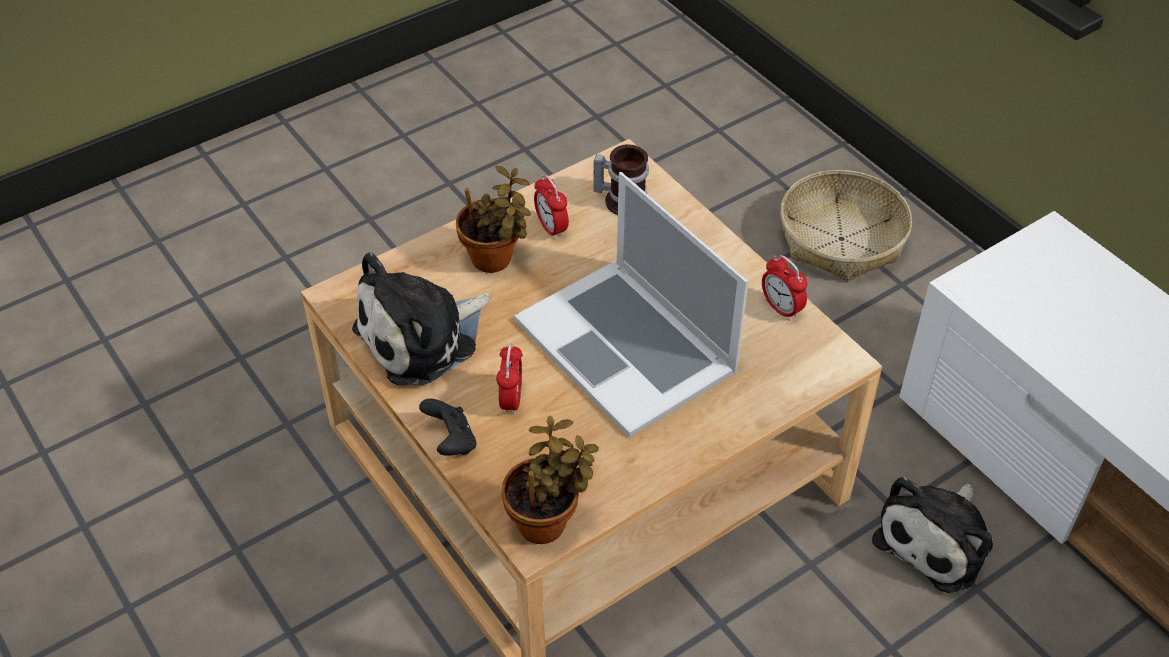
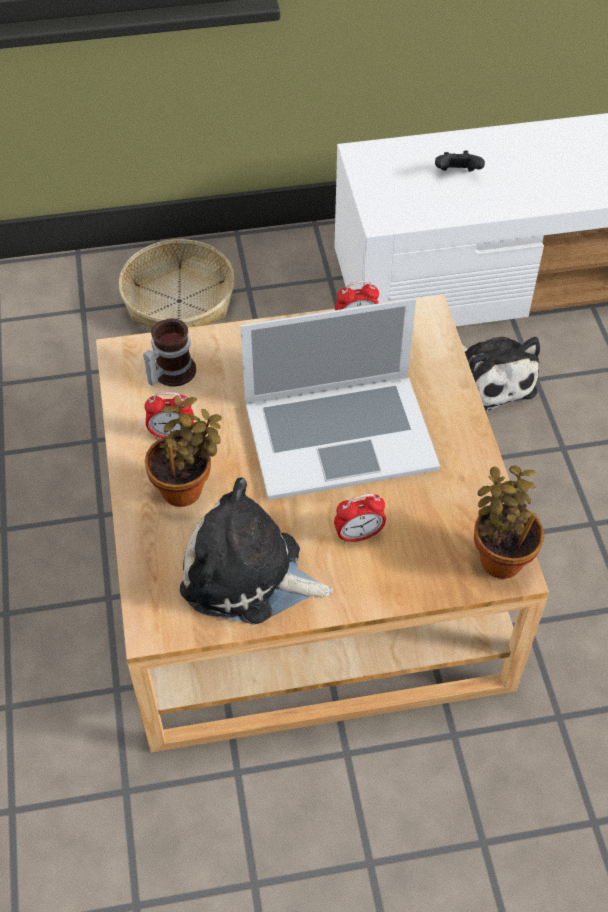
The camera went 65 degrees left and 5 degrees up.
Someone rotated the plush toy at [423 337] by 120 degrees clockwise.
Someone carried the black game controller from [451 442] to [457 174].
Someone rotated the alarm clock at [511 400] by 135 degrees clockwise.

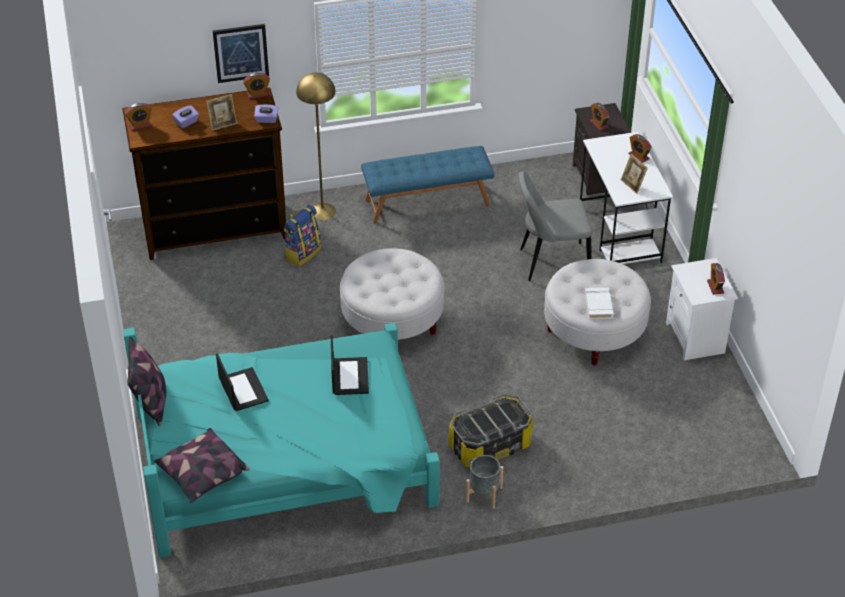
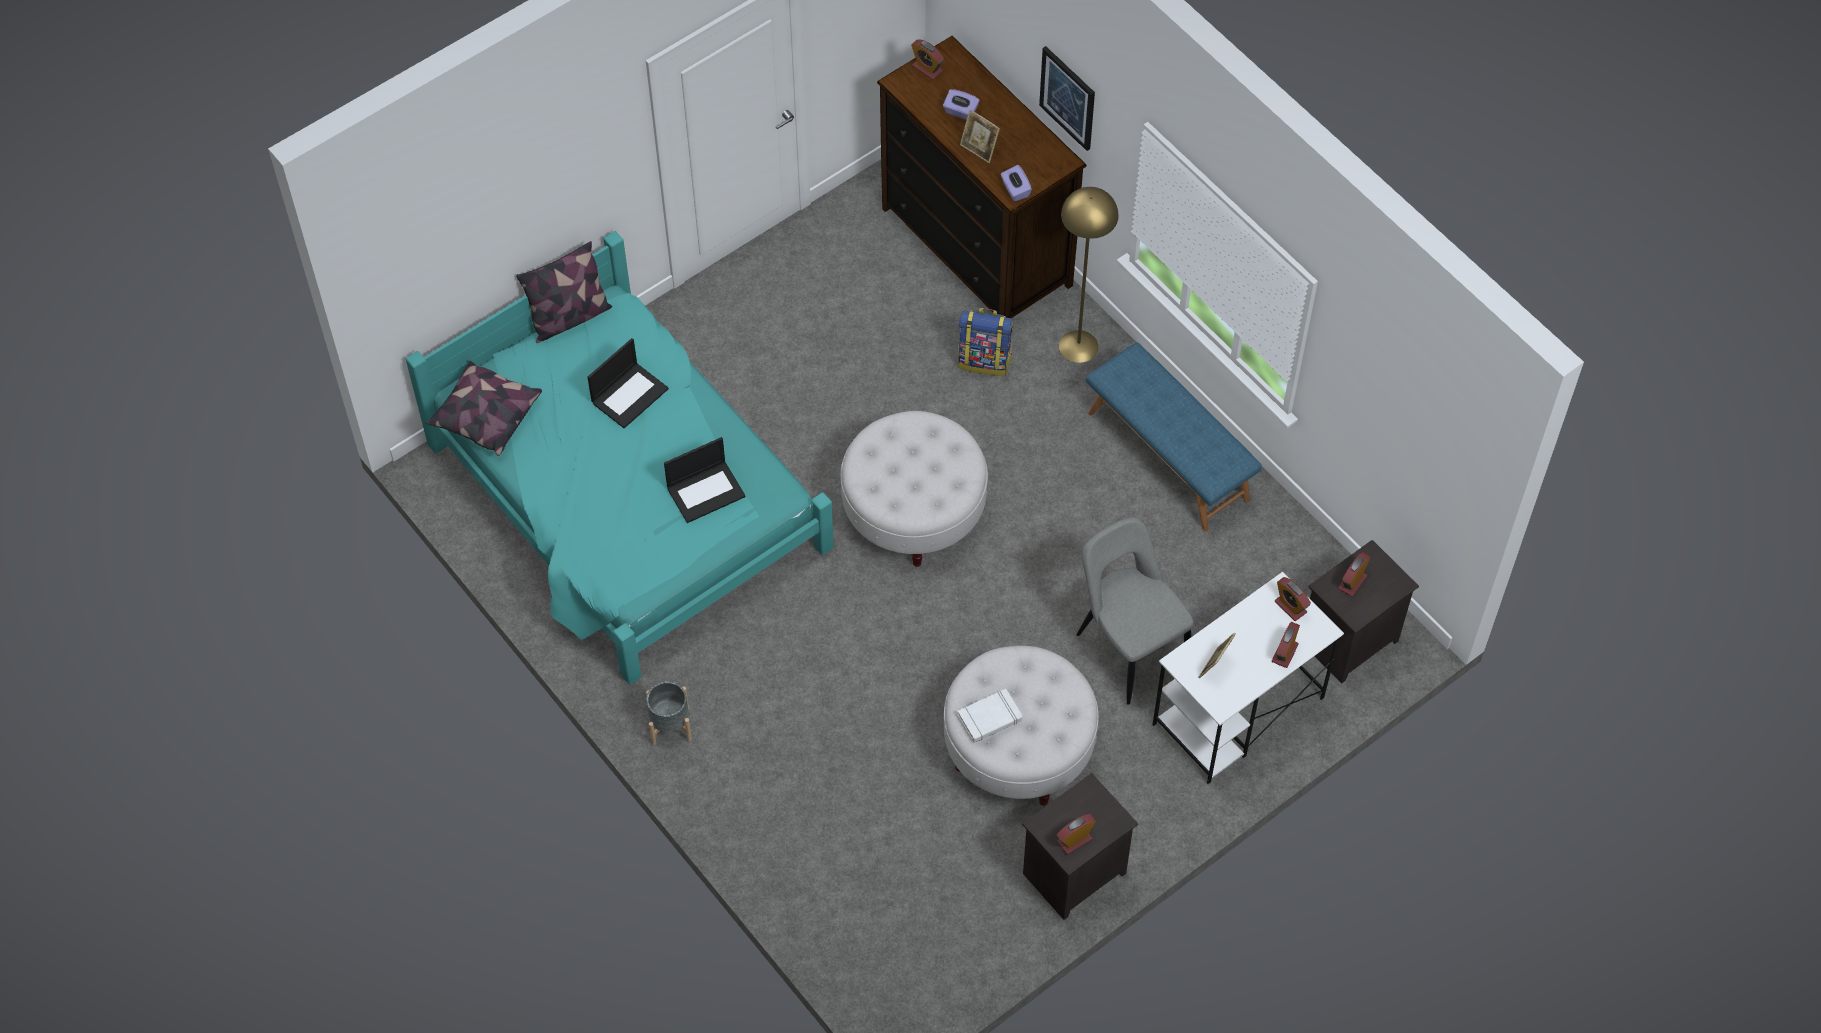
The camera went 65 degrees right and 15 degrees up.
Someone carried the alarm clock from [257 94] to [1290 607].
Someone took away the storage box at [490 446].
Someone repainted the white nightstand at [696 338], which became the black nightstand at [1074 875].

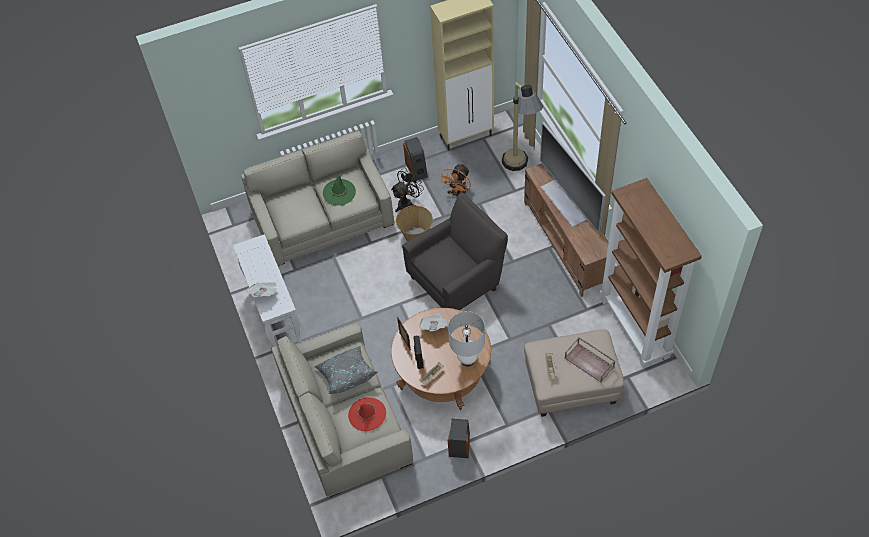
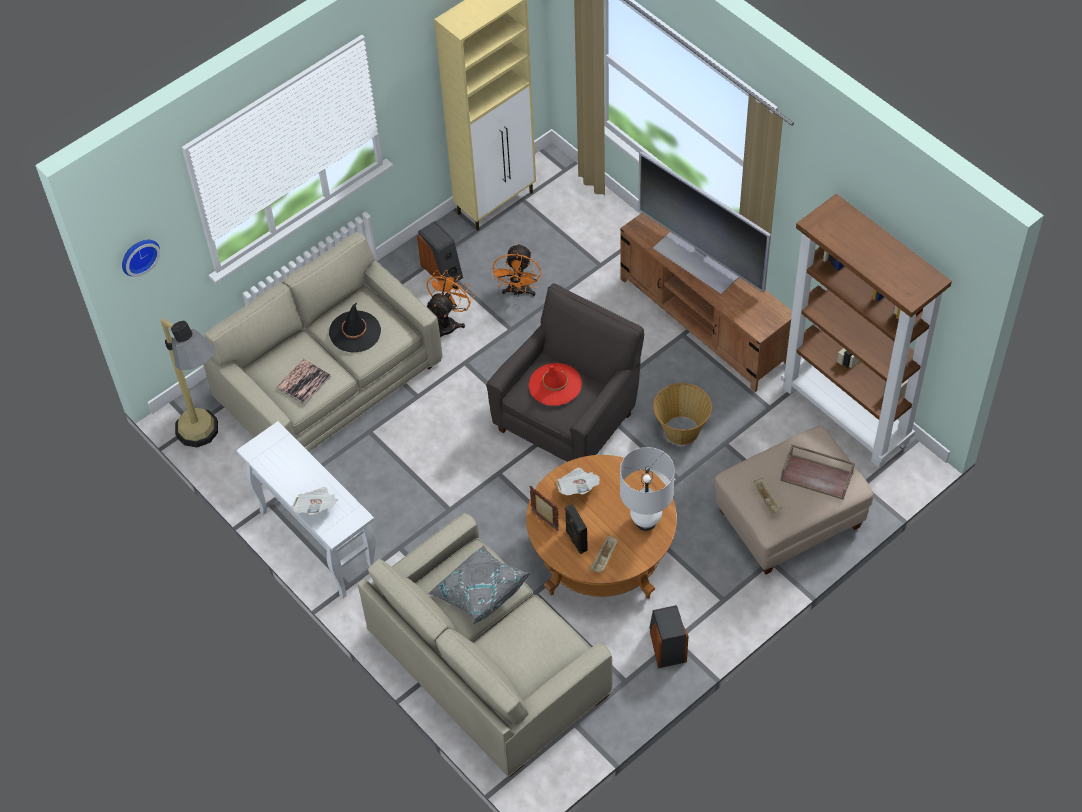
The camera went 20 degrees left and 0 degrees up.
Someone repainted the green hat at [339 192], which became the black hat at [355 332].
Someone carried the red hat from [367 414] to [555 385].
Someone repainted the black fan at [407 202], which became the orange fan at [448 323].
Someone carried the basket from [415 235] to [681 430].
Someone carried the floor lamp from [520 169] to [209 441].
Someone put up the wall clock at [138 255].
Someone put down the book at [304 382].

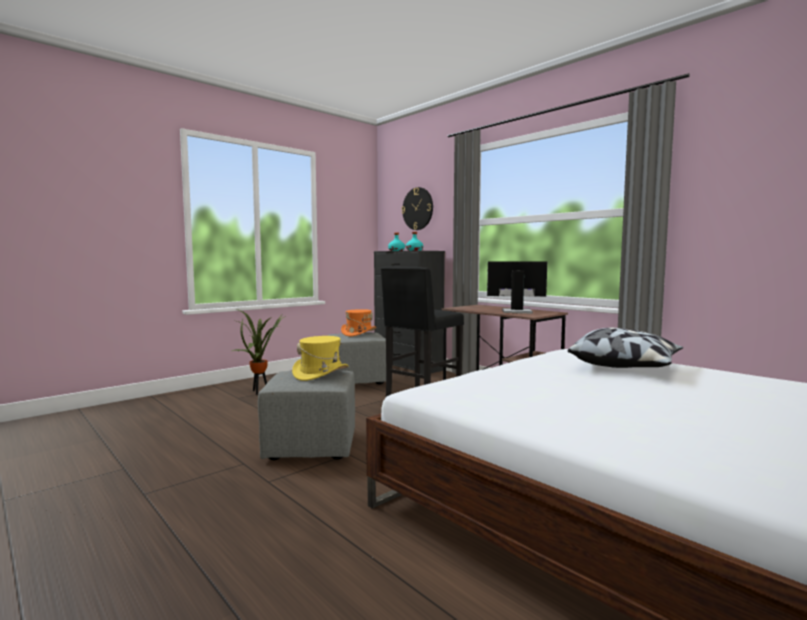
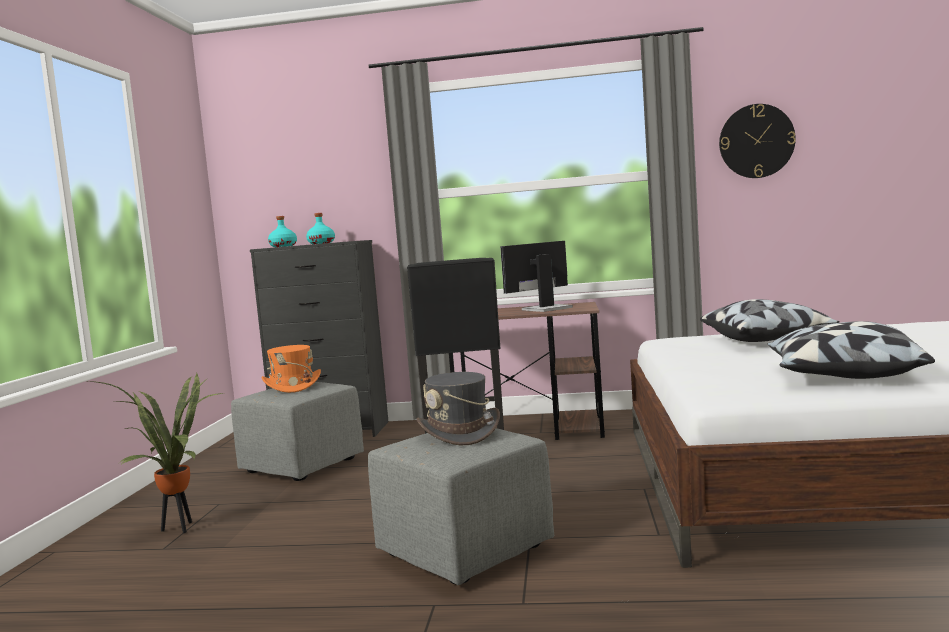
The camera went 40 degrees left and 0 degrees up.
Someone repainted the yellow hat at [321 374], which became the grey hat at [459 433].
Someone carried the wall clock from [418 208] to [756 141].
Someone put down the pillow at [842 376].

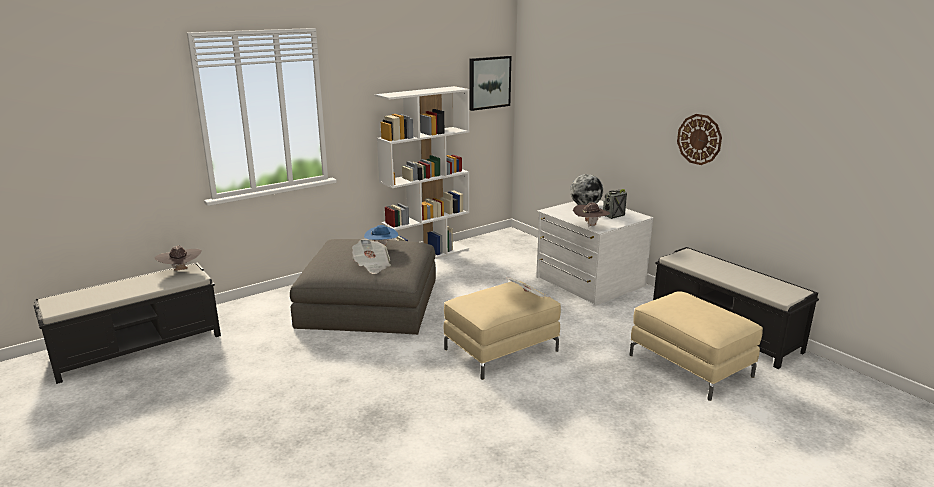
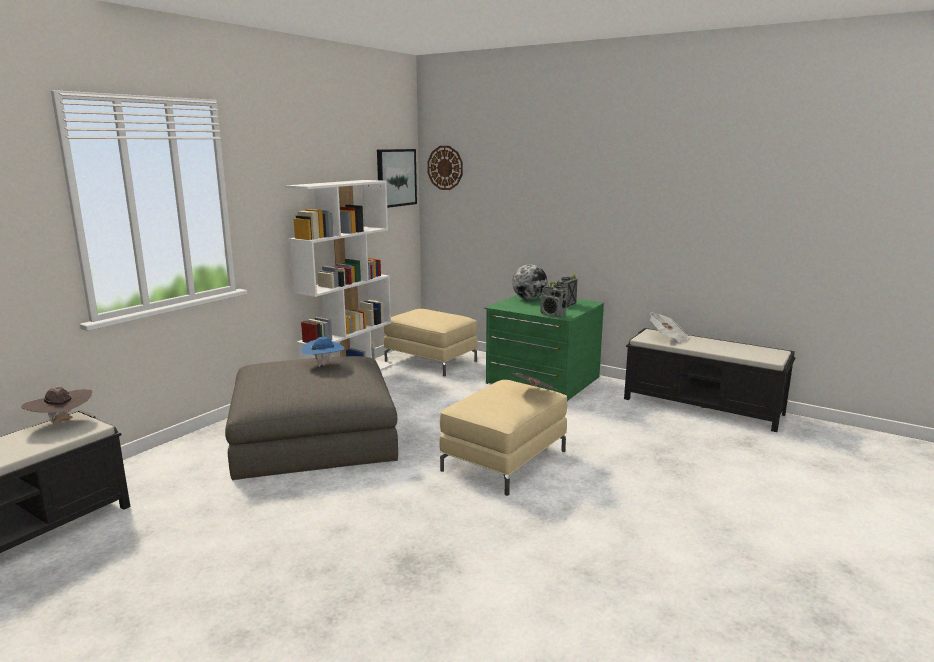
The camera went 20 degrees left and 5 degrees down.
Someone carried the newspaper from [372 266] to [668 338].
Someone repainted the white dresser at [589 282], which became the green dresser at [542 380].
Someone swapped the brown hat at [590 225] for the radio at [553 315].
Someone carried the beige ottoman from [690 366] to [430 361].
Someone carried the wall clock from [699 139] to [445 168].

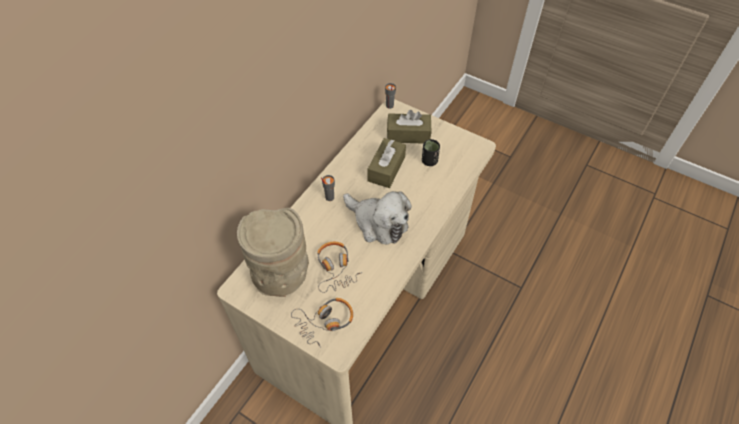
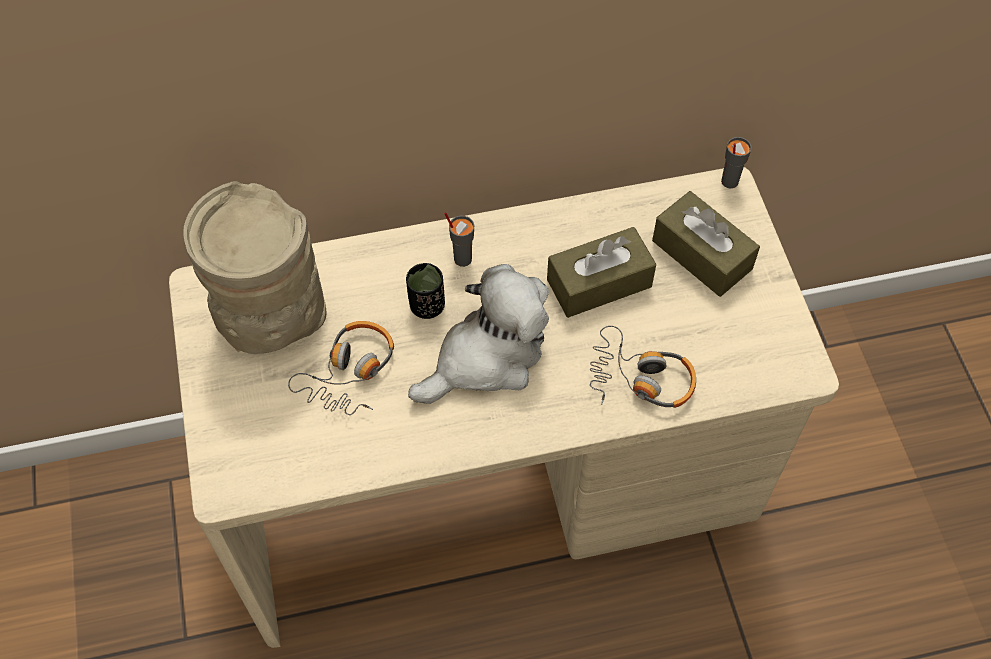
The camera went 45 degrees right and 5 degrees up.
Someone carried the headphones from [325 322] to [641 378].
Someone rotated the plush toy at [378 223] by 120 degrees counterclockwise.
Someone carried the black cup from [429 161] to [427 306].

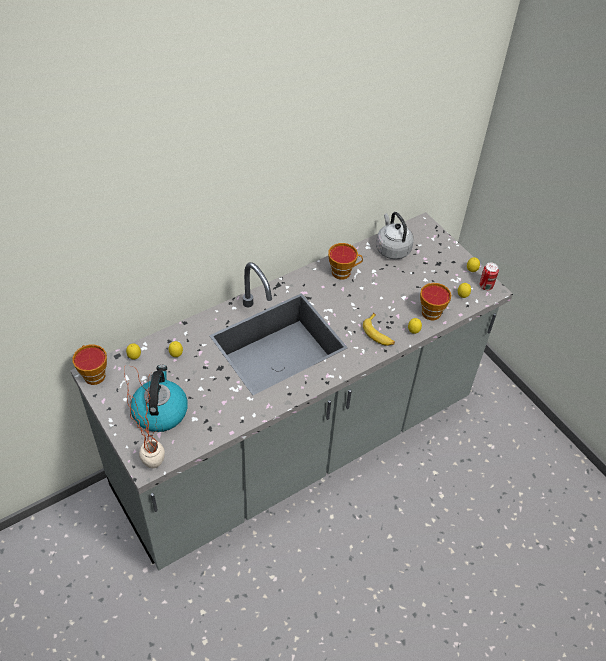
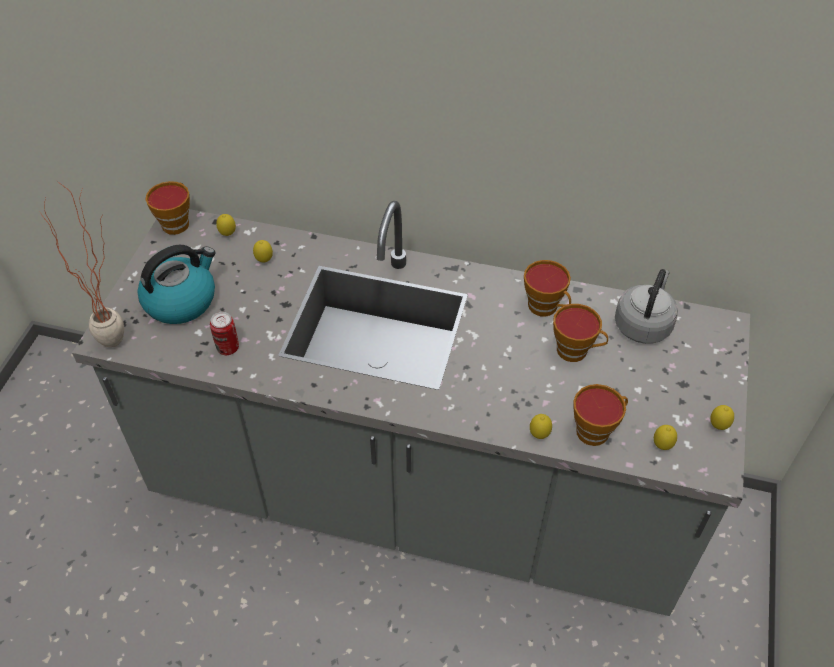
The camera went 50 degrees right and 0 degrees up.
Someone took away the banana at [378 334].
Someone carried the can from [486 286] to [228 348].
Someone put down the cup at [576 351].

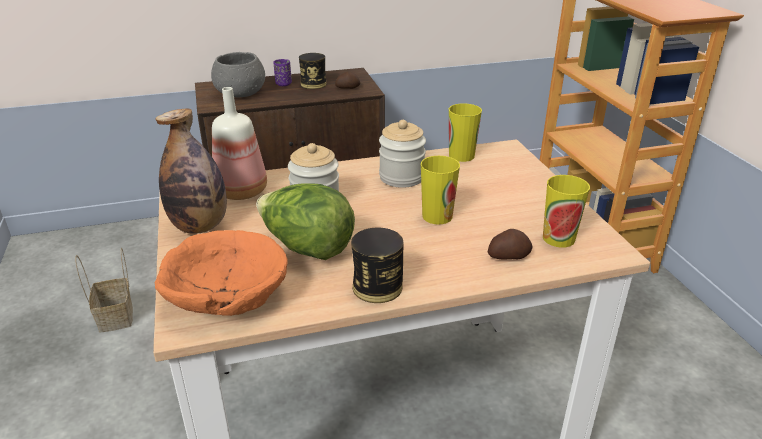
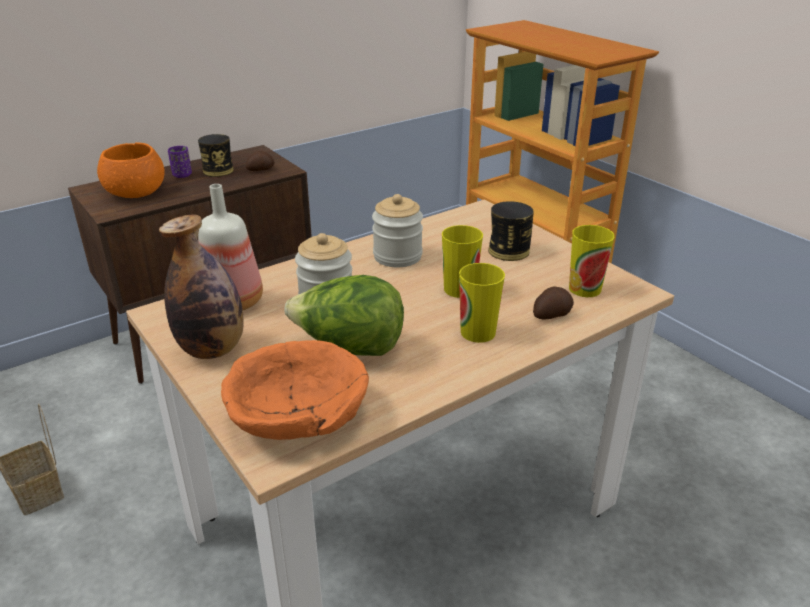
The camera went 20 degrees left and 0 degrees up.
Someone repainted the grey bowl at [241 92], which became the orange bowl at [136 192].
Someone carried the can from [377 287] to [508 251].
Someone carried the cup from [461 156] to [478 332].

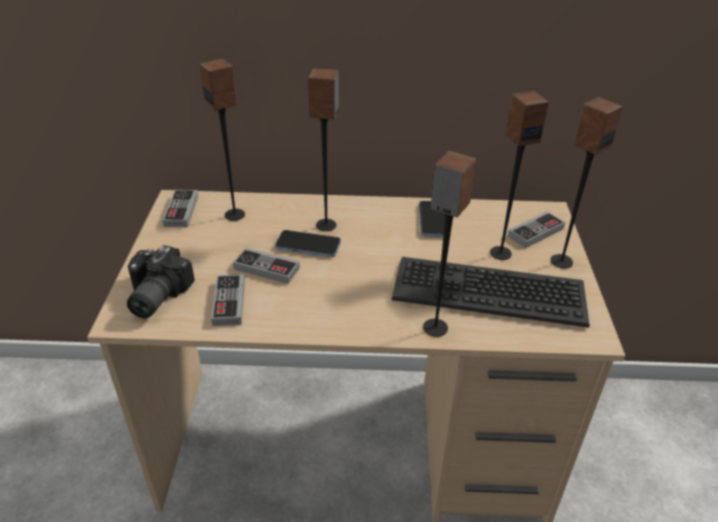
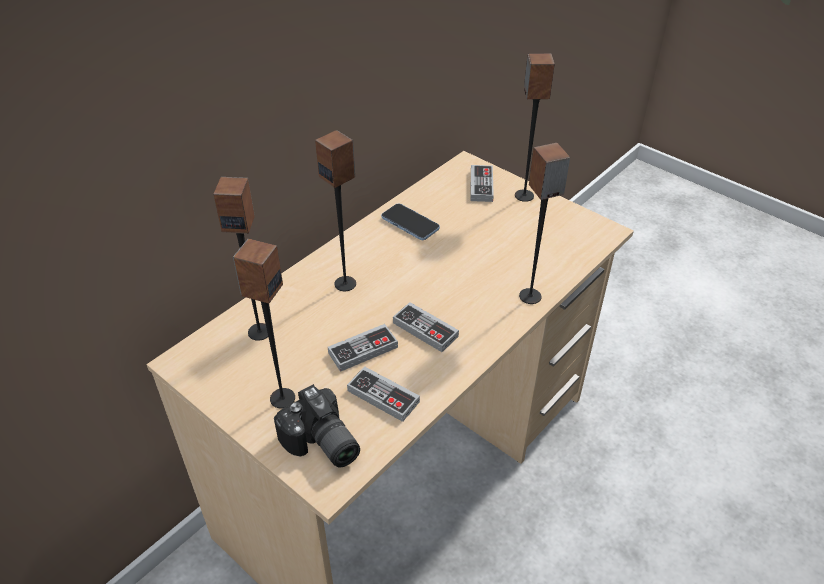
The camera went 50 degrees left and 5 degrees up.
Someone carried the game controller from [181 211] to [425 329].
Someone took away the phone at [308 245].
Someone took away the keyboard at [489 291].
Someone carried the speaker from [500 253] to [282 398].

